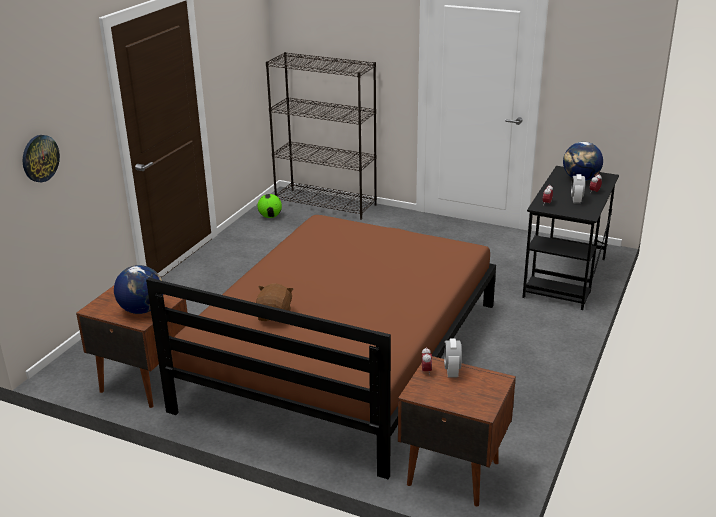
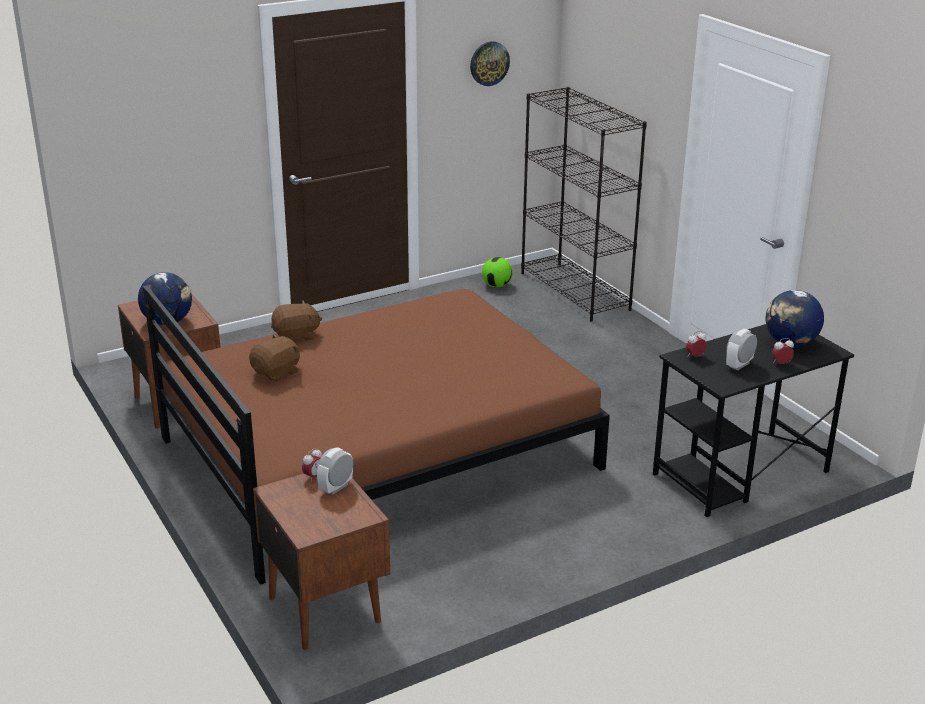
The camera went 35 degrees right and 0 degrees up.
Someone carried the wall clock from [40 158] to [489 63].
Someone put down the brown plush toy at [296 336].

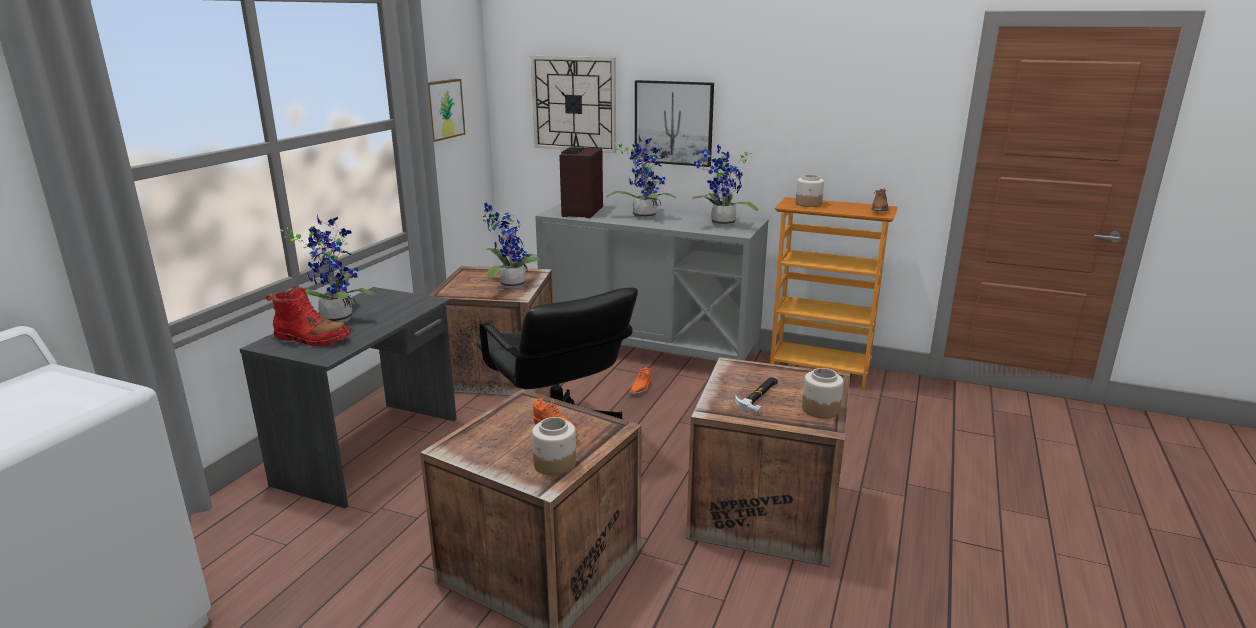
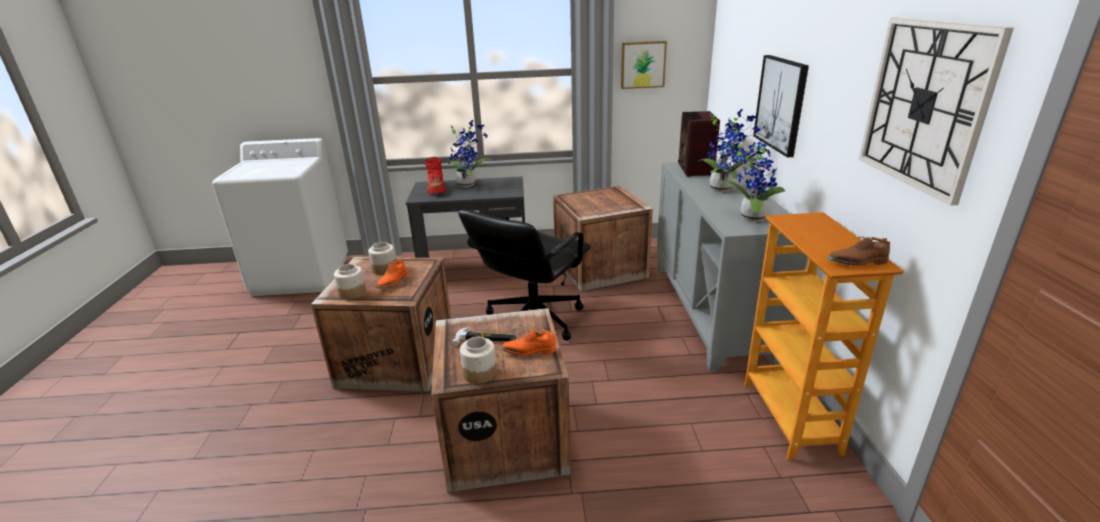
The camera went 65 degrees right and 5 degrees up.
Someone took away the potted plant at [510 285].
Someone carried the wall clock from [574 104] to [925 105].
Someone rotated the radio at [581 212] by 75 degrees counterclockwise.
Someone carried the orange shoe from [641 389] to [529 351].
Someone carried the jar from [808 204] to [384 269].

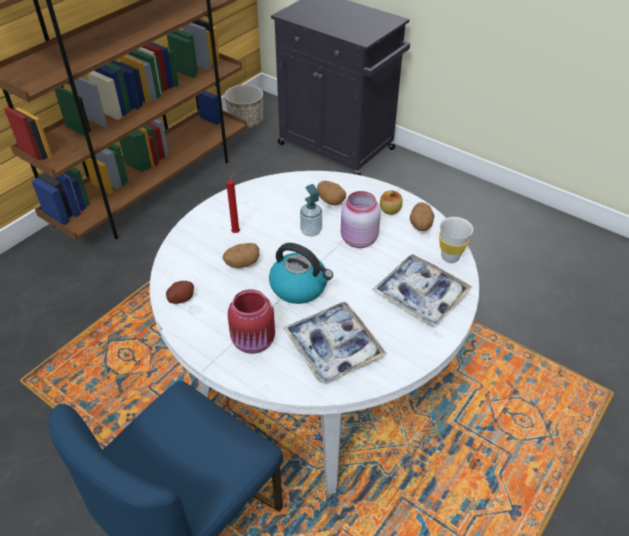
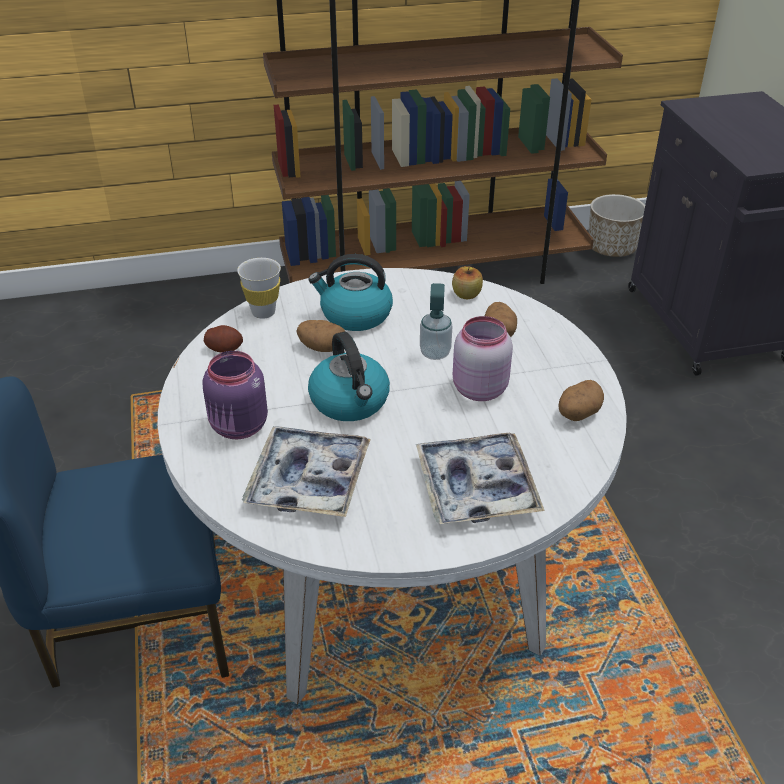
The camera went 40 degrees right and 5 degrees down.
Someone swapped the red candle at [237 232] for the kettle at [355 315].
Someone repainted the red jar at [254 342], which became the purple jar at [239 427].
Someone carried the apple from [390 210] to [466 294].
Someone carried the white cup from [450 257] to [263 312].

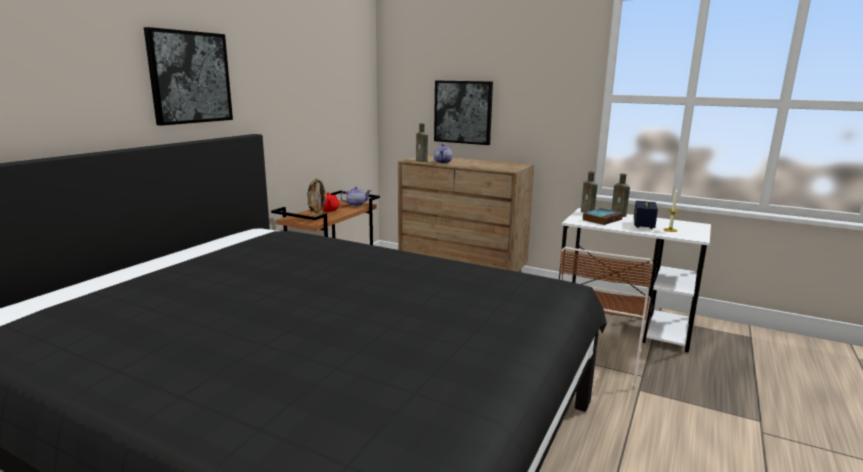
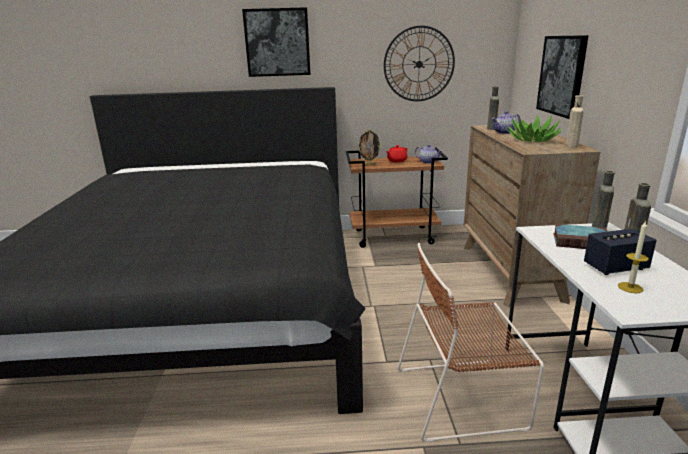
The camera went 60 degrees right and 5 degrees up.
Someone put up the wall clock at [419 64].
Someone put down the potted plant at [532 140].
Someone put down the beige bottle at [571 145].

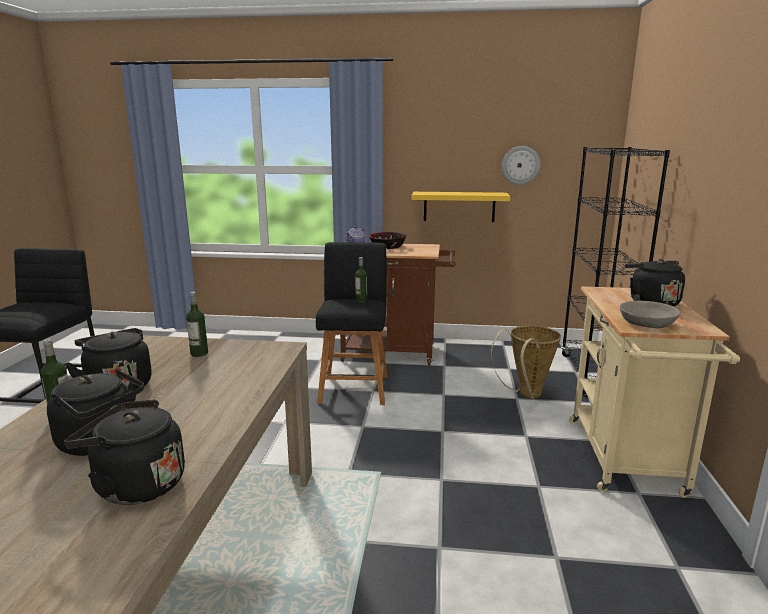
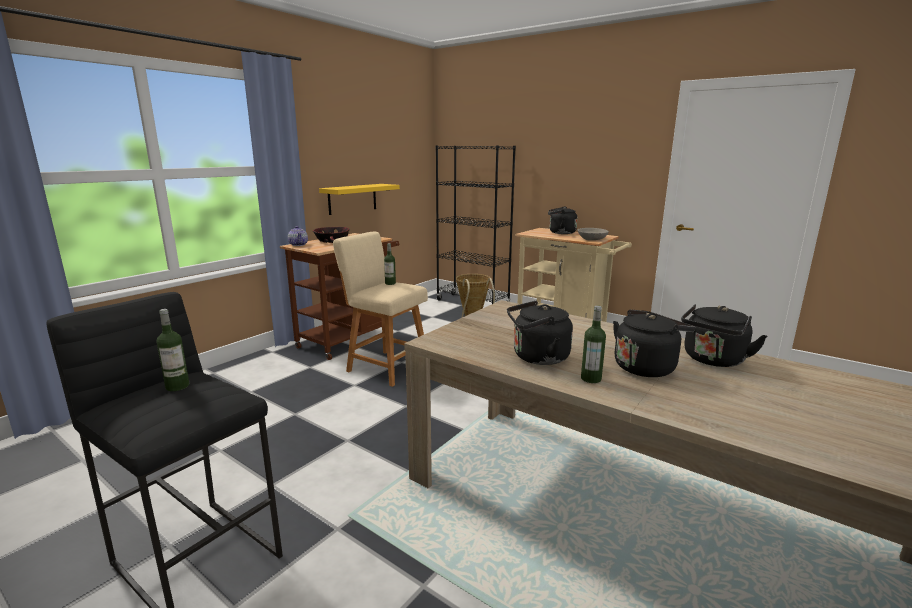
The camera went 60 degrees left and 0 degrees up.
Someone carried the bottle from [199 353] to [177 386].
Someone repainted the black stool at [354 387], which became the beige stool at [385 366].
Someone took away the wall clock at [520 165].

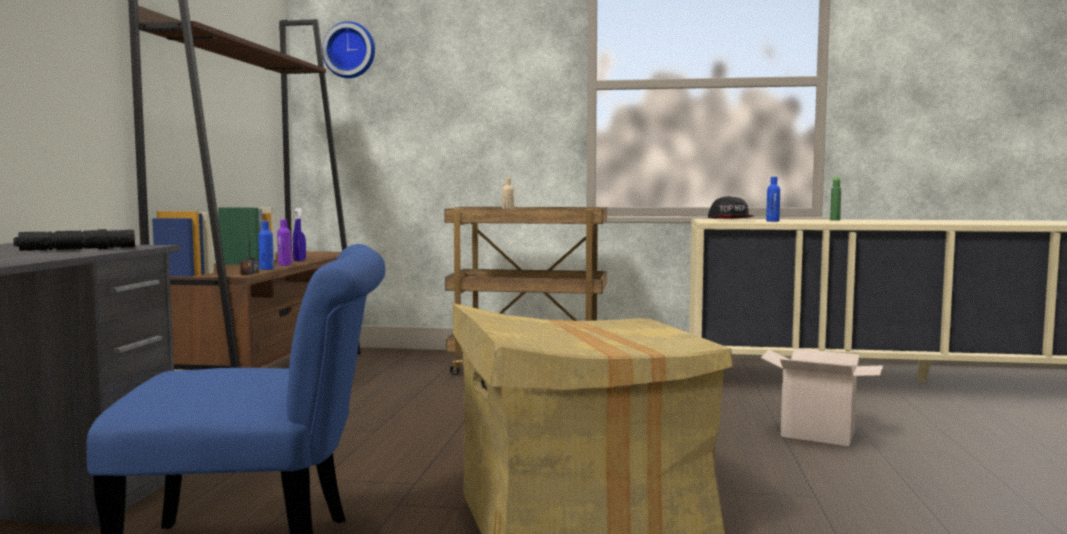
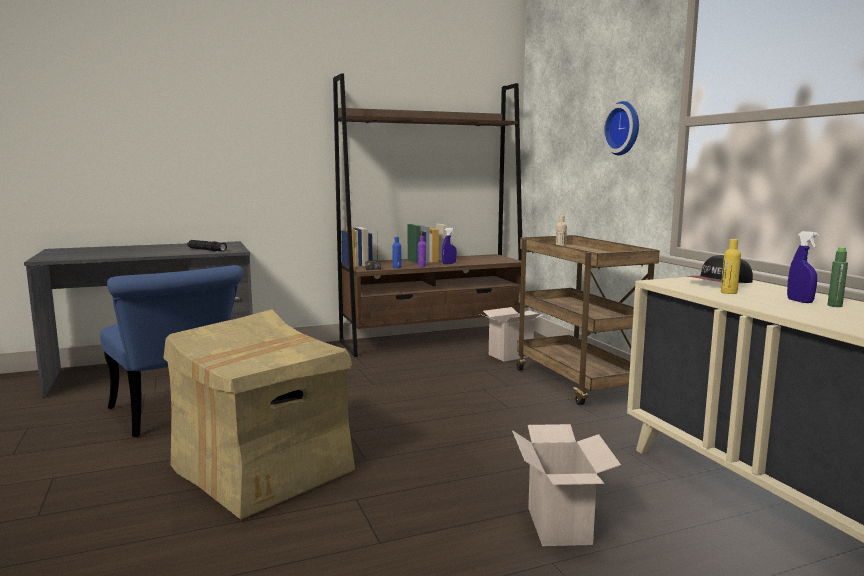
The camera went 60 degrees right and 5 degrees up.
Someone carried the wall clock from [350 50] to [624 128].
Someone repainted the blue bottle at [772 221], which became the yellow bottle at [729 292].
Someone put down the cardboard box at [511 355].
Someone put down the blue spray bottle at [799 301].

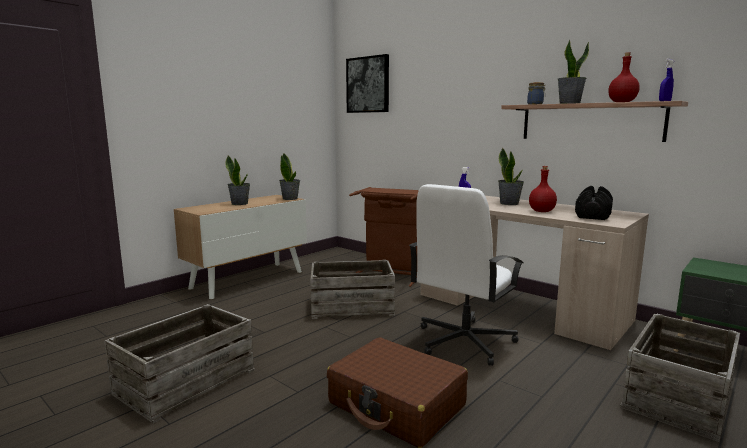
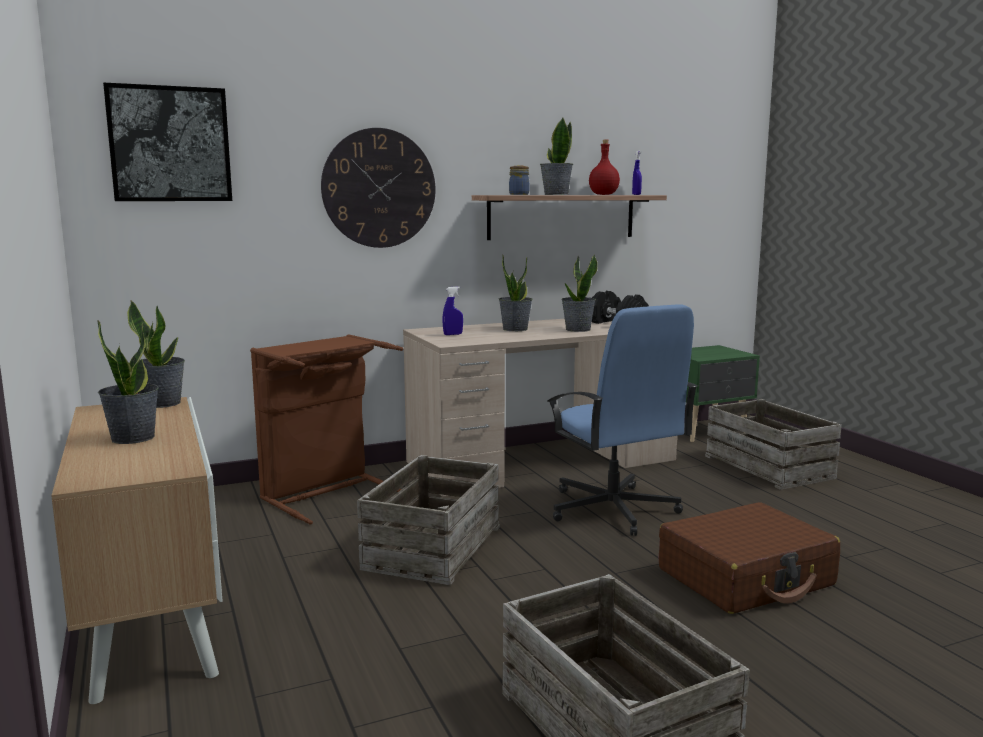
The camera went 65 degrees left and 0 degrees up.
Someone repainted the white office chair at [463 342], which became the blue office chair at [613 510].
Someone swapped the red bottle at [541 211] for the potted plant at [577 329].
Someone put up the wall clock at [379 188].

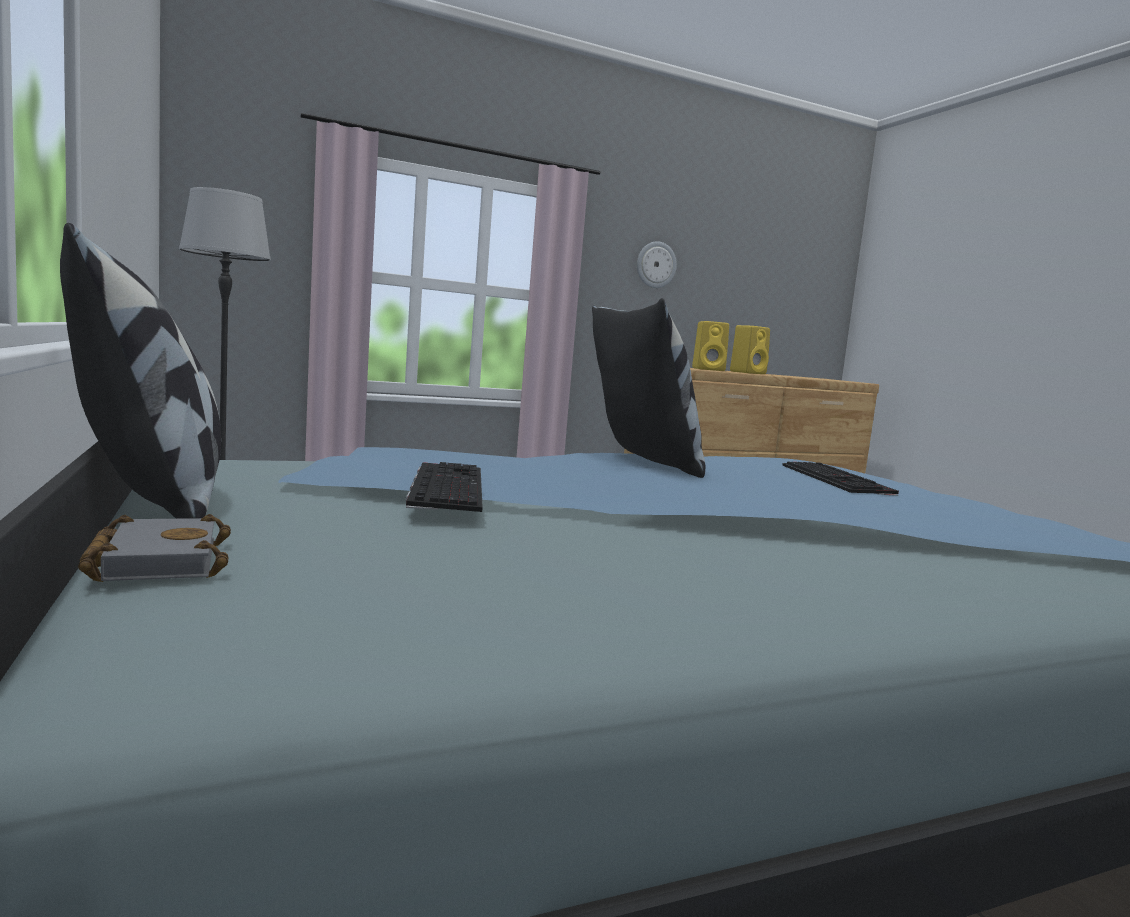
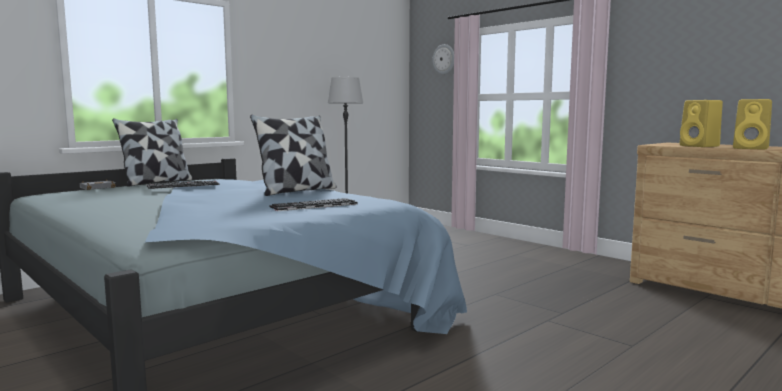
The camera went 70 degrees right and 0 degrees up.
Someone carried the wall clock from [656 265] to [444 59].

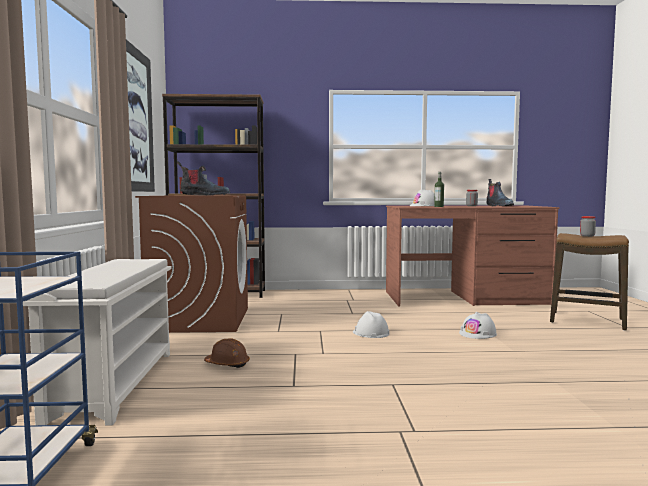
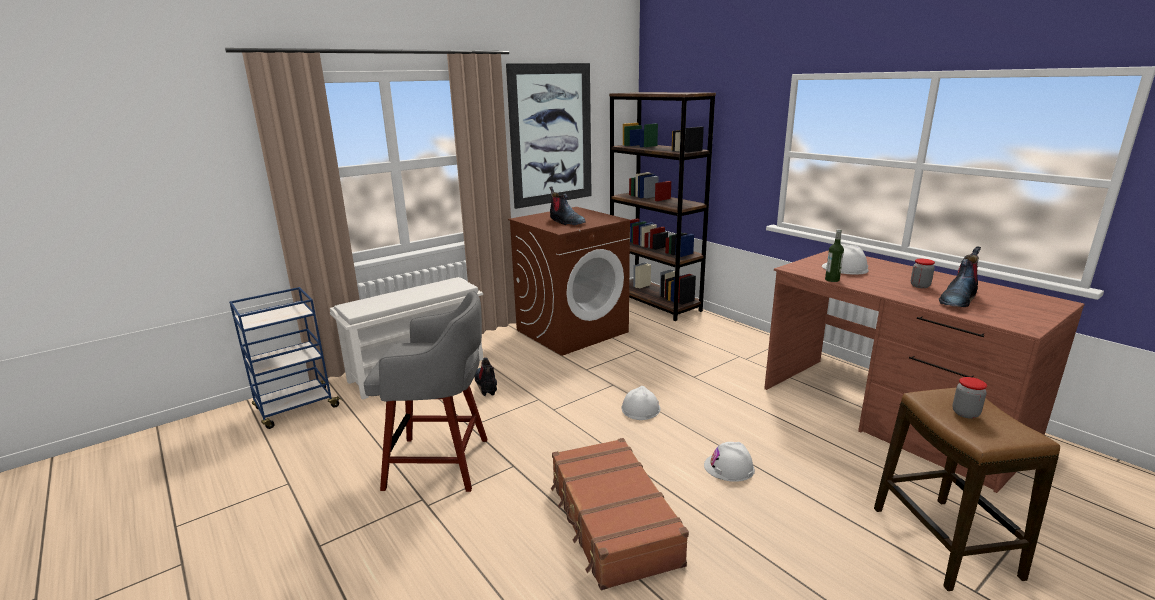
The camera went 55 degrees right and 15 degrees up.
Someone swapped the brown hard hat at [227 364] for the boot at [487 385].
Someone put down the grey stool at [441 464].
Someone put down the brown suitcase at [612 522].

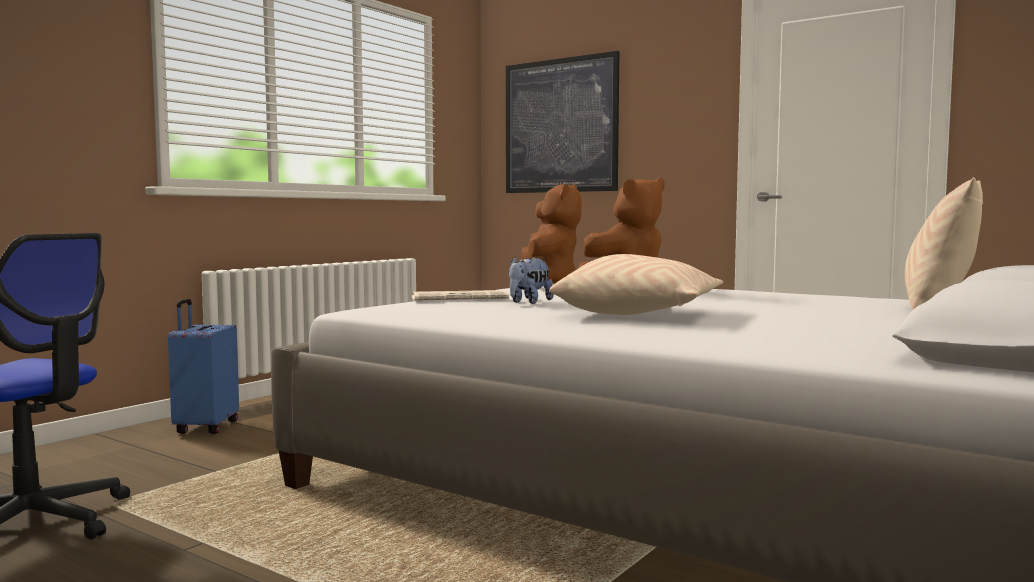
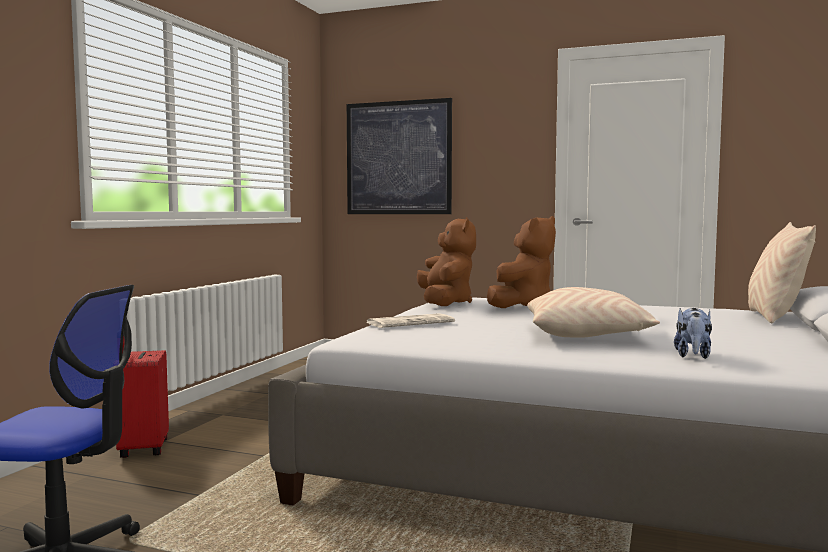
The camera went 15 degrees left and 0 degrees up.
Someone repainted the blue suitcase at [205 427], which became the red suitcase at [142 449].
Someone carried the plush toy from [529 302] to [693 356].

